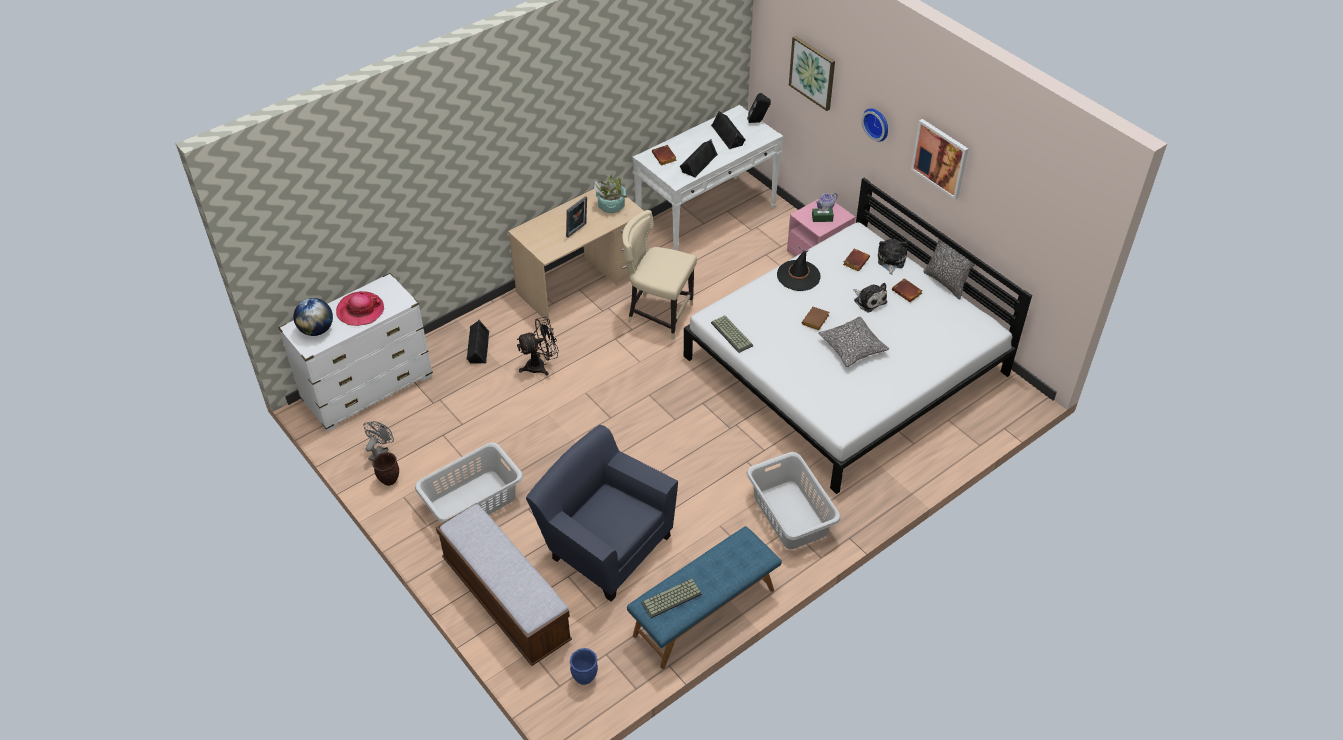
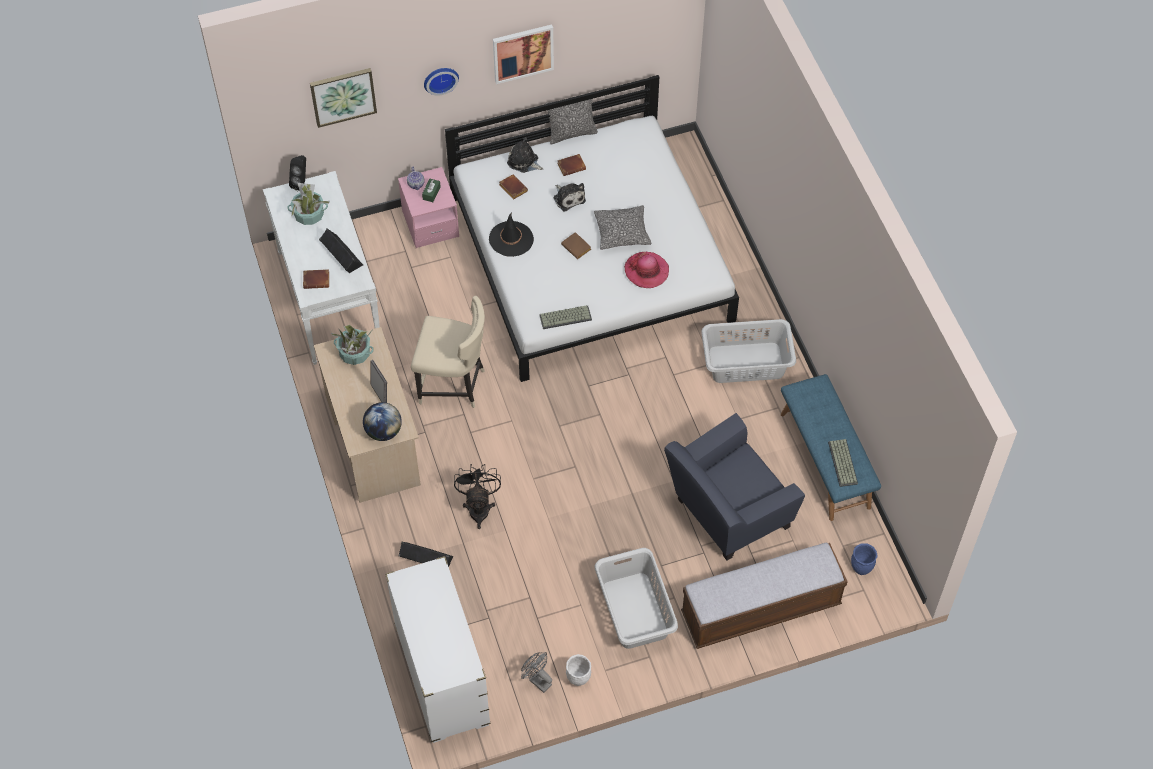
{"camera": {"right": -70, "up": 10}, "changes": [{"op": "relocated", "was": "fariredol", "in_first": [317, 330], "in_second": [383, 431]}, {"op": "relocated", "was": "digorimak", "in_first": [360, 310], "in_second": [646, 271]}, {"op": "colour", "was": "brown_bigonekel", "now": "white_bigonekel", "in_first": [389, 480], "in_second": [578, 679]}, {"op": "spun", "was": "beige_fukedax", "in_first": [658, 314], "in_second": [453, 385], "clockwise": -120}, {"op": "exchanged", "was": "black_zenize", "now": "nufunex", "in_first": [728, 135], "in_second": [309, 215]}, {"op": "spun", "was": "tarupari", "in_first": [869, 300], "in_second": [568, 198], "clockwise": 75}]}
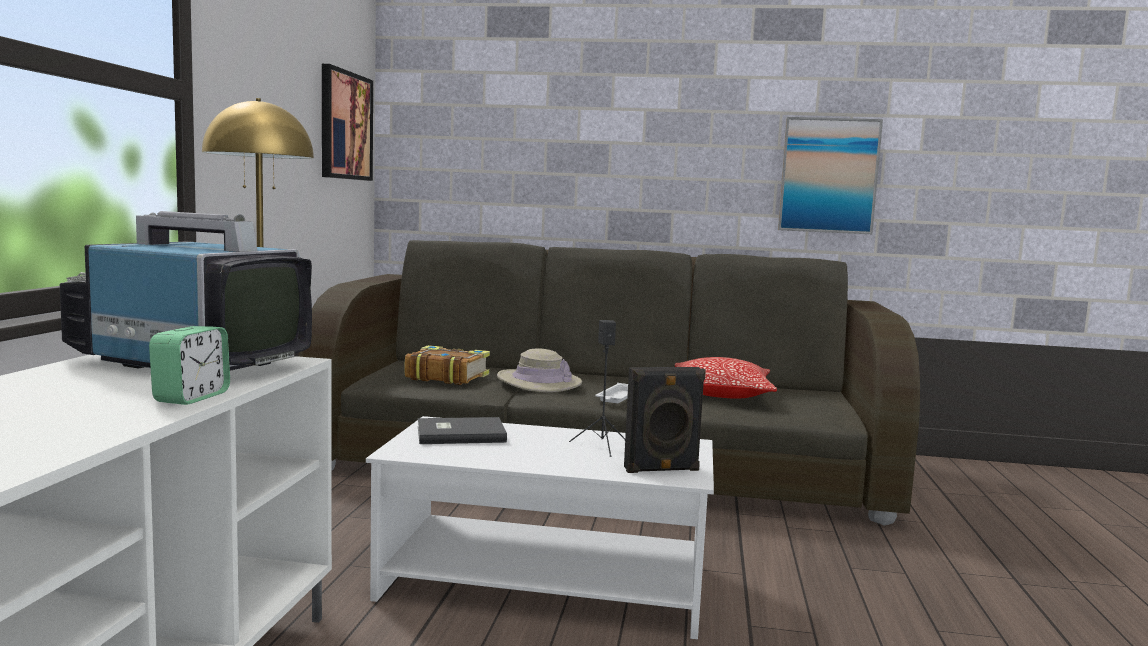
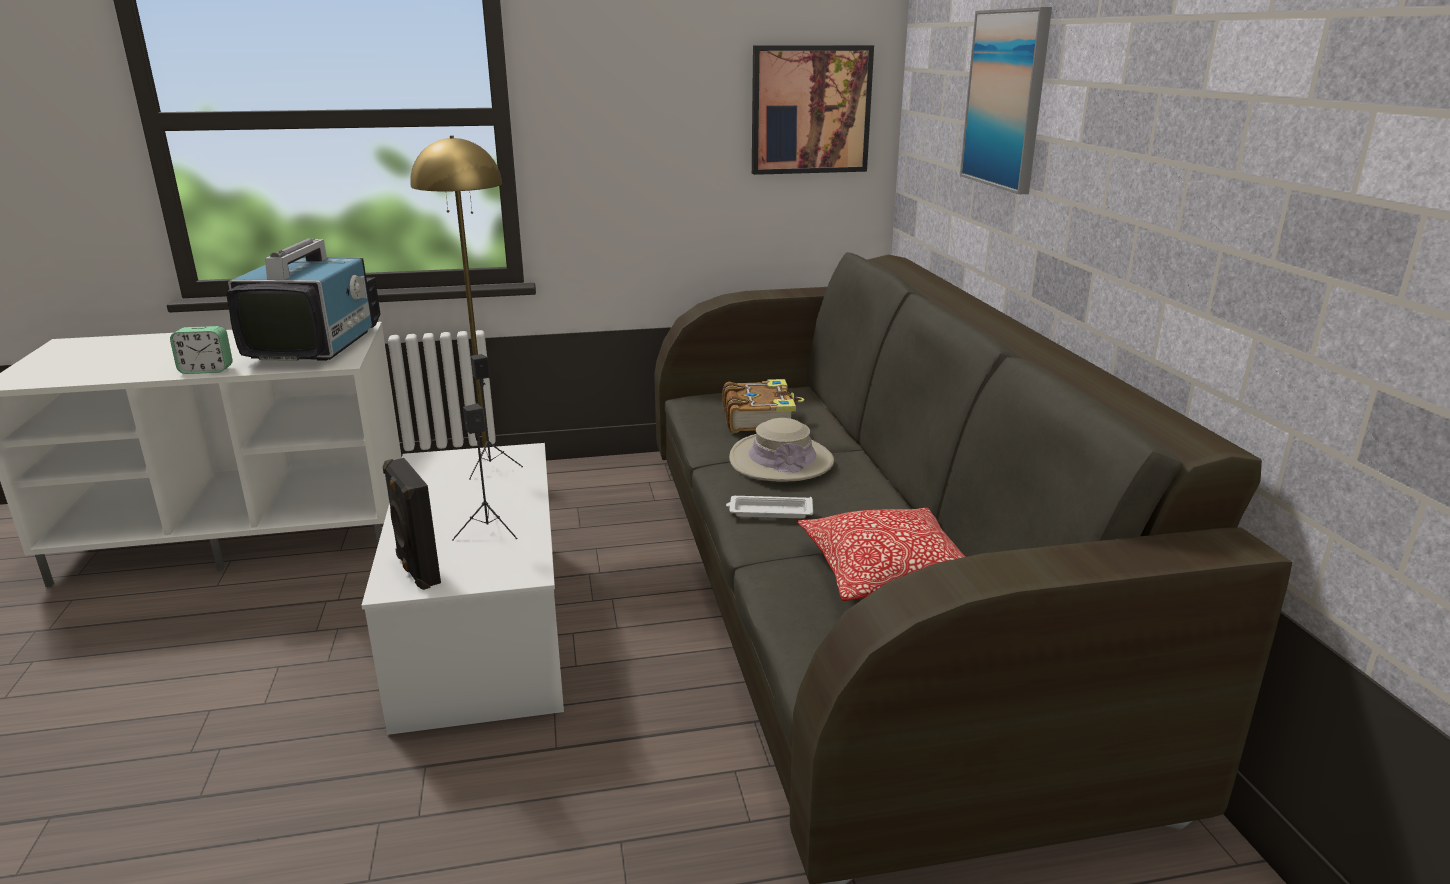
{"camera": {"right": 70, "up": 15}, "changes": [{"op": "exchanged", "was": "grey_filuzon", "now": "black_zenize", "in_first": [459, 434], "in_second": [491, 467]}, {"op": "relocated", "was": "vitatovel", "in_first": [828, 175], "in_second": [1006, 99]}]}
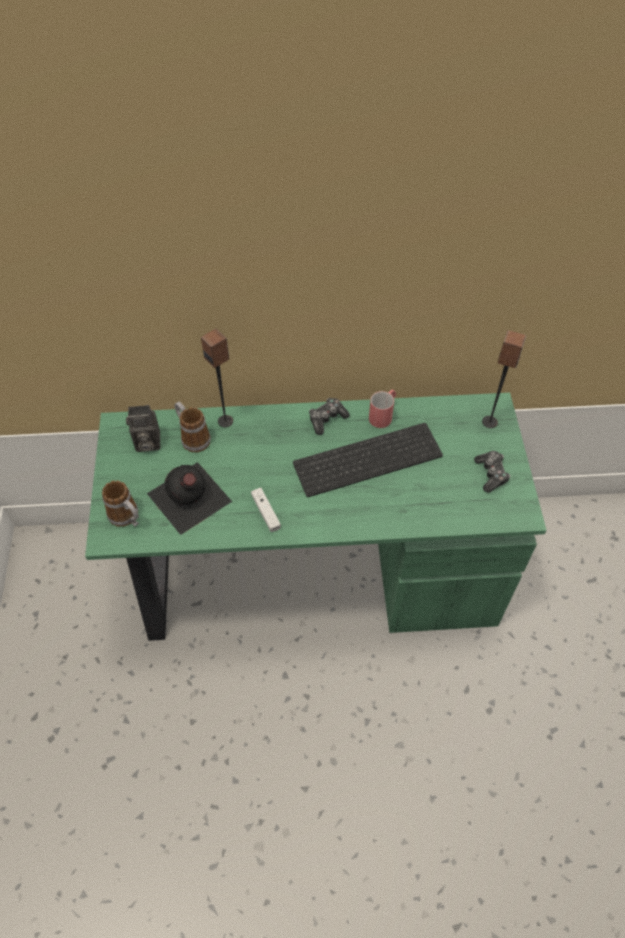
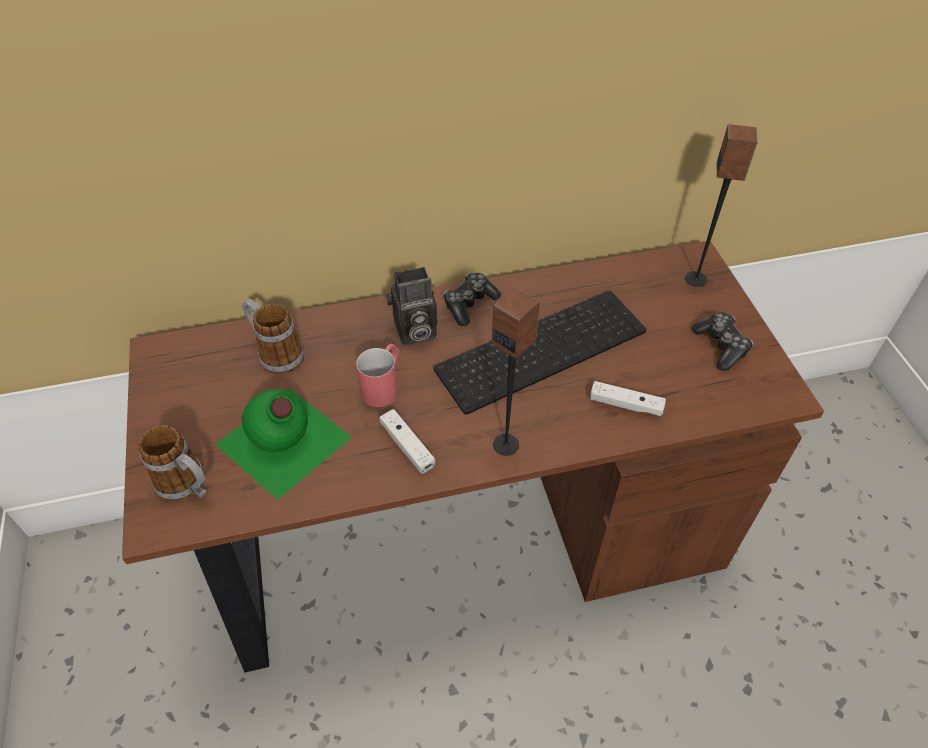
{"camera": {"right": -10, "up": -5}, "changes": [{"op": "colour", "was": "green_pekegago", "now": "brown_pekegago", "in_first": [312, 575], "in_second": [463, 539]}, {"op": "relocated", "was": "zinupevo", "in_first": [146, 443], "in_second": [413, 332]}, {"op": "colour", "was": "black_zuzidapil", "now": "green_zuzidapil", "in_first": [189, 498], "in_second": [283, 442]}, {"op": "relocated", "was": "zenize", "in_first": [225, 421], "in_second": [506, 444]}, {"op": "relocated", "was": "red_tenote", "in_first": [383, 415], "in_second": [384, 385]}, {"op": "appeared", "now": "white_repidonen", "in_second": [625, 404]}]}
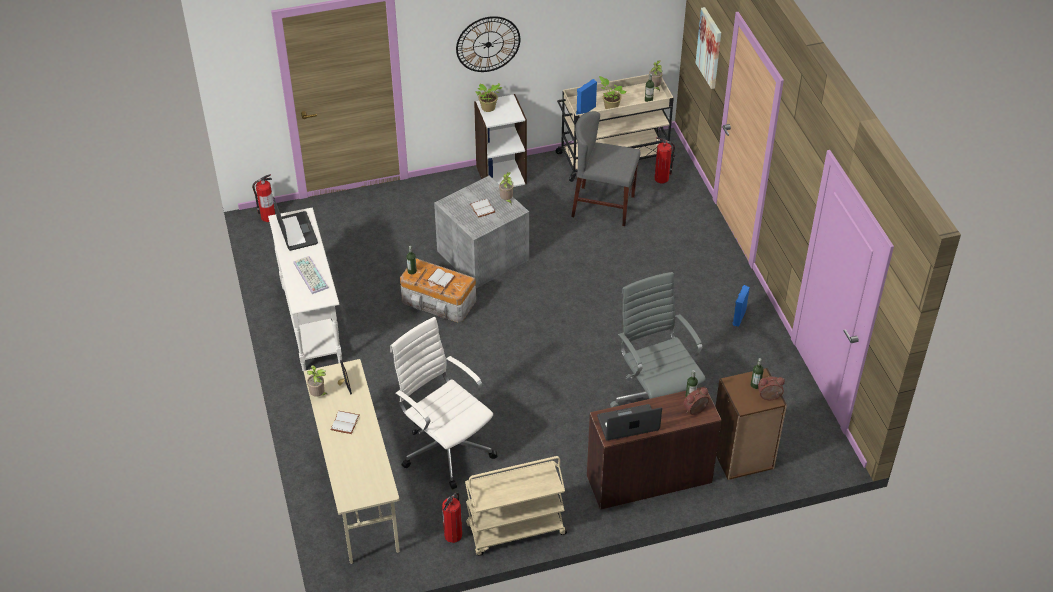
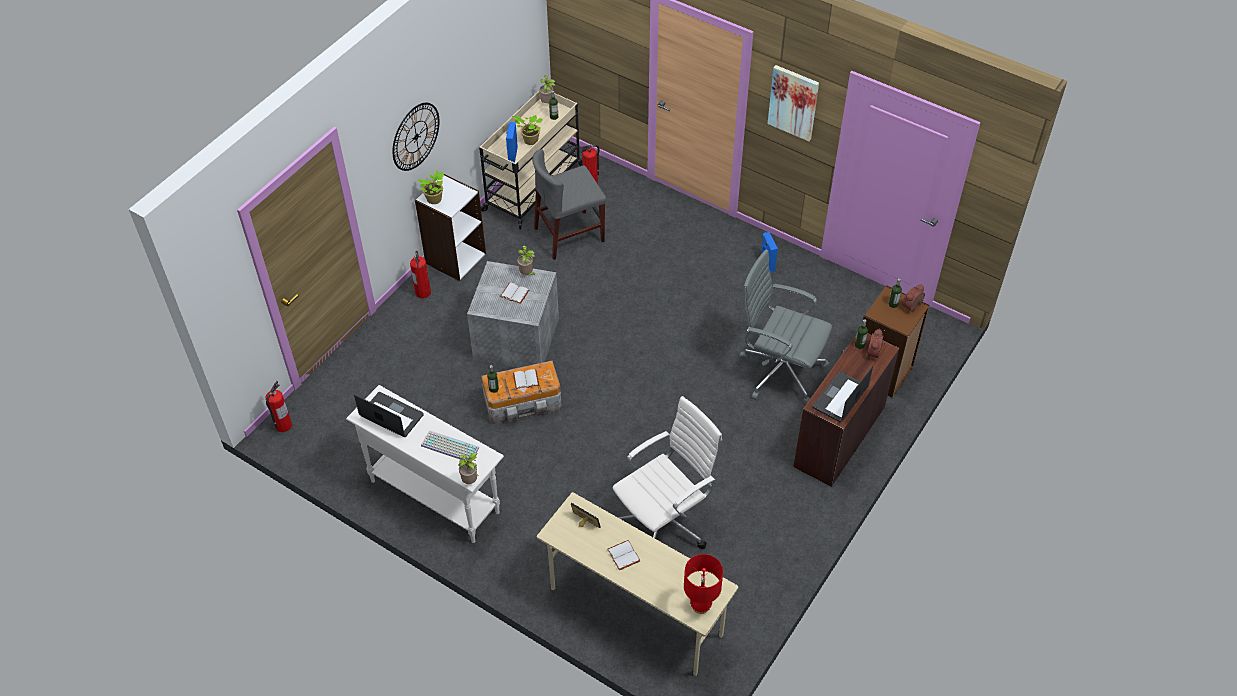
{"camera": {"right": -40, "up": 5}, "changes": [{"op": "relocated", "was": "nufunex", "in_first": [318, 395], "in_second": [471, 481]}, {"op": "spun", "was": "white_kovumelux", "in_first": [446, 447], "in_second": [664, 522], "clockwise": 135}, {"op": "relocated", "was": "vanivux", "in_first": [453, 534], "in_second": [423, 292]}, {"op": "missing", "was": "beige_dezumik", "in_first": [515, 530]}, {"op": "relocated", "was": "vitatovel", "in_first": [710, 48], "in_second": [793, 102]}, {"op": "appeared", "now": "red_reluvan", "in_second": [701, 606]}]}
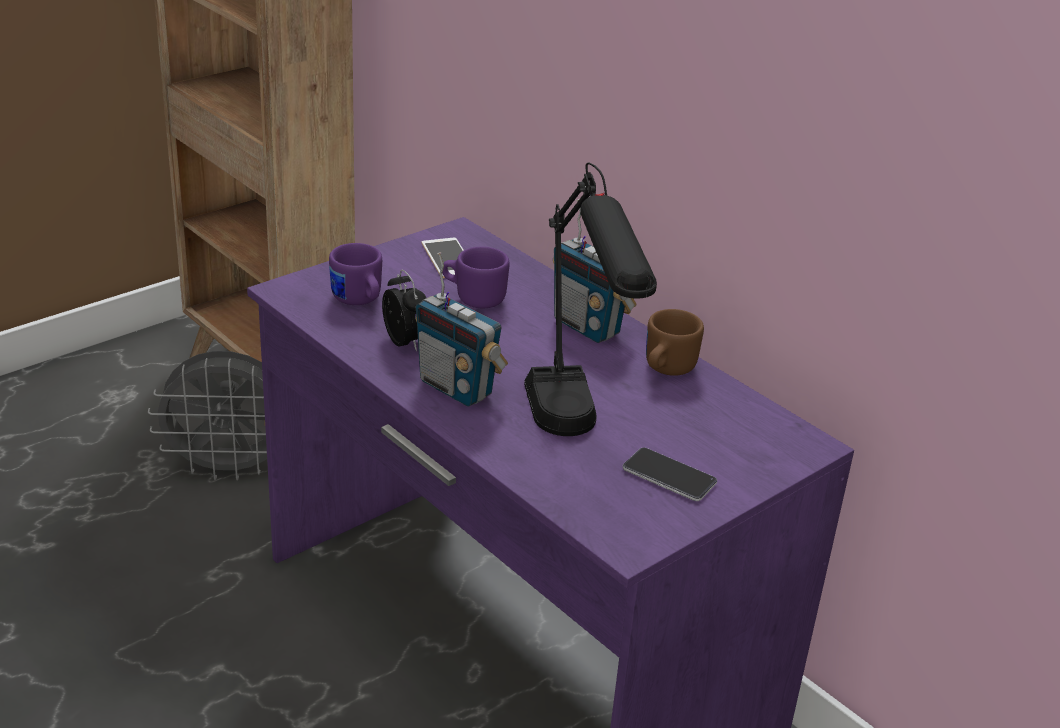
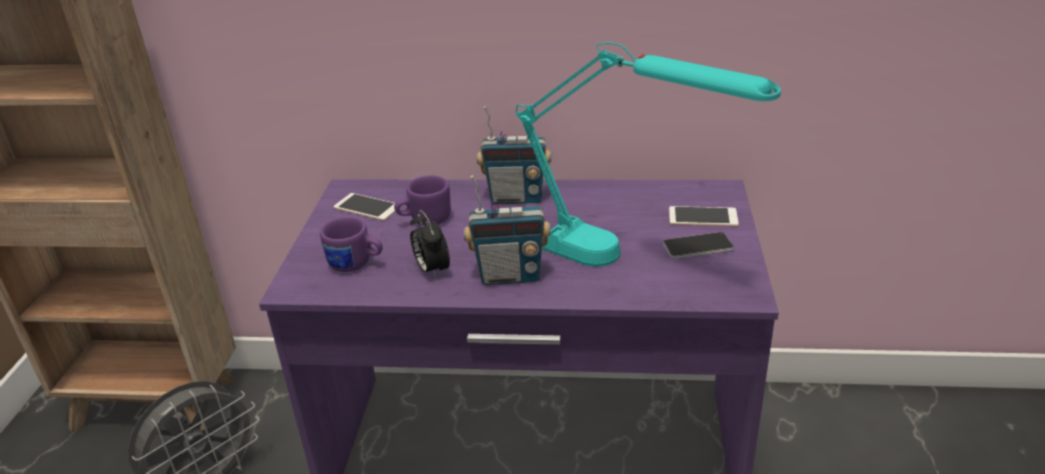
{"camera": {"right": -40, "up": 0}, "changes": [{"op": "spun", "was": "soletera", "in_first": [406, 342], "in_second": [431, 270], "clockwise": -135}, {"op": "colour", "was": "black_reluvan", "now": "turquoise_reluvan", "in_first": [573, 446], "in_second": [627, 264]}, {"op": "missing", "was": "brown_tenote", "in_first": [665, 369]}, {"op": "appeared", "now": "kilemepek", "in_second": [703, 217]}]}
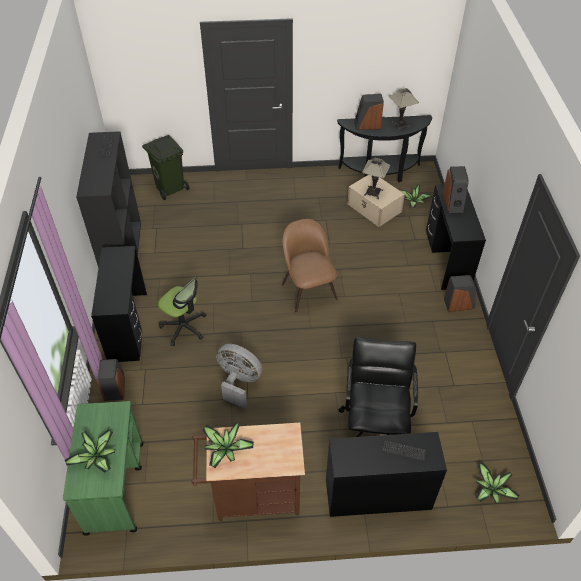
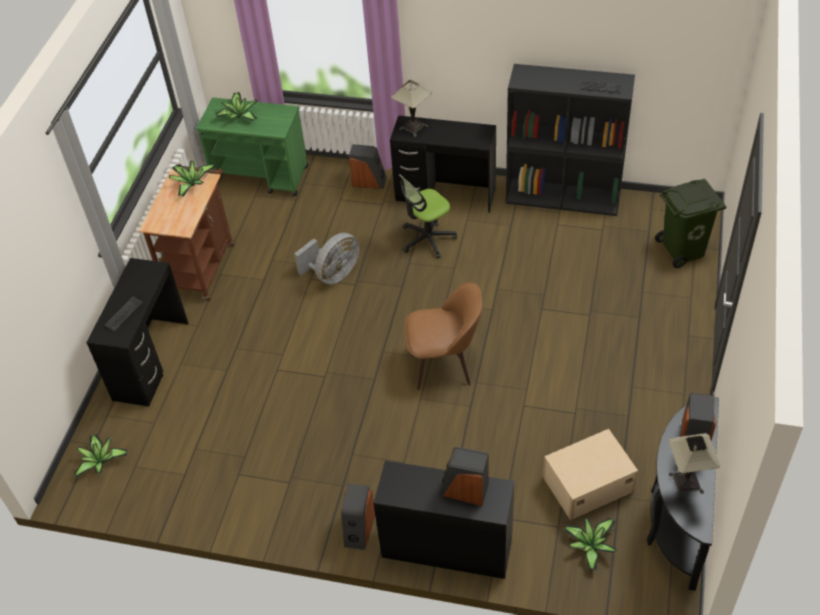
{"camera": {"right": 110, "up": 0}, "changes": [{"op": "missing", "was": "black_kovumelux", "in_first": [374, 422]}, {"op": "relocated", "was": "reluvan", "in_first": [373, 192], "in_second": [413, 127]}]}
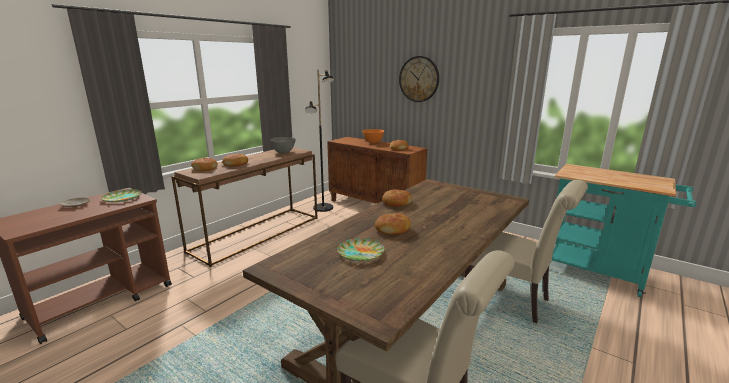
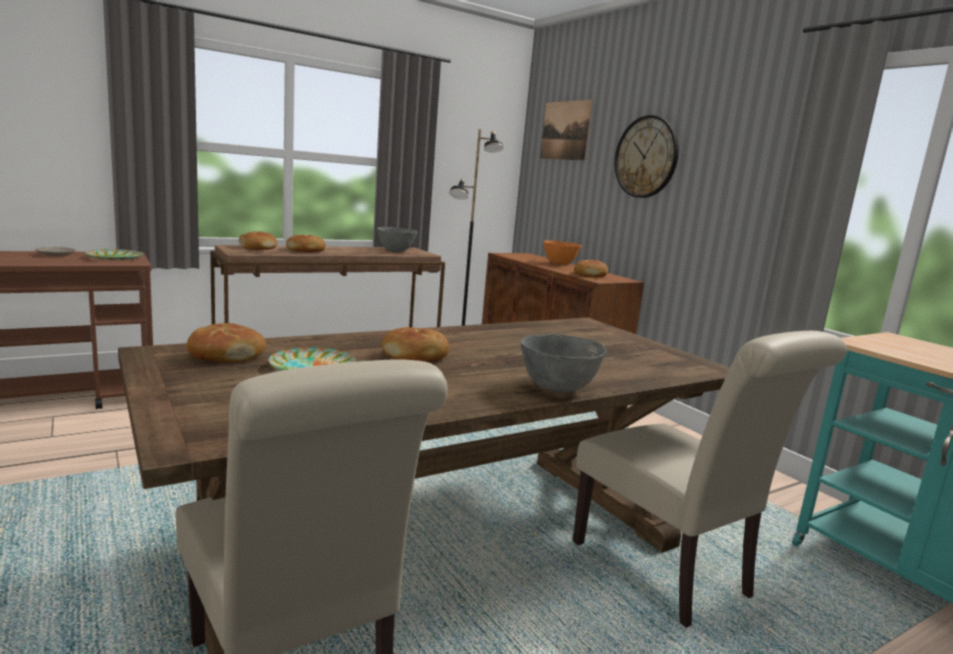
{"camera": {"right": 20, "up": -5}, "changes": [{"op": "relocated", "was": "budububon", "in_first": [396, 203], "in_second": [225, 355]}, {"op": "appeared", "now": "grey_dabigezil", "in_second": [557, 389]}, {"op": "appeared", "now": "vitatovel", "in_second": [565, 130]}]}
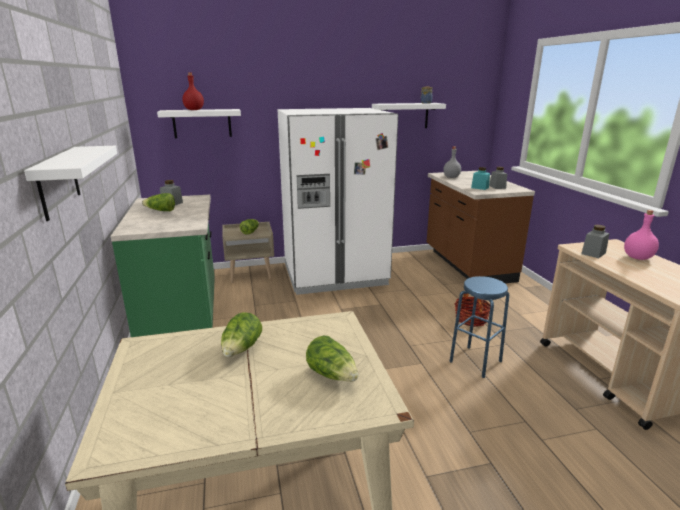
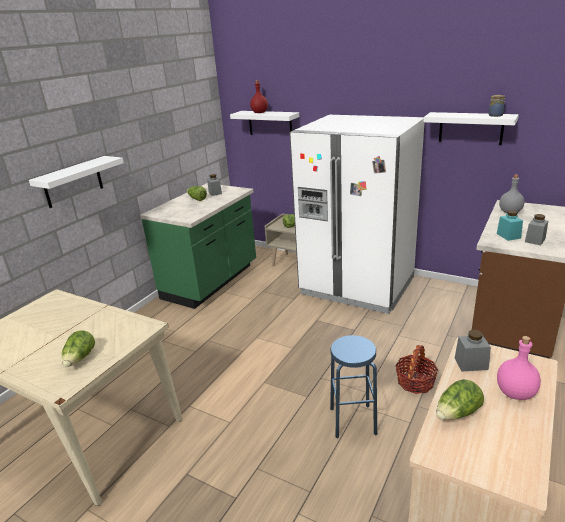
{"camera": {"right": 45, "up": 5}, "changes": [{"op": "relocated", "was": "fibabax", "in_first": [241, 349], "in_second": [457, 413]}]}
